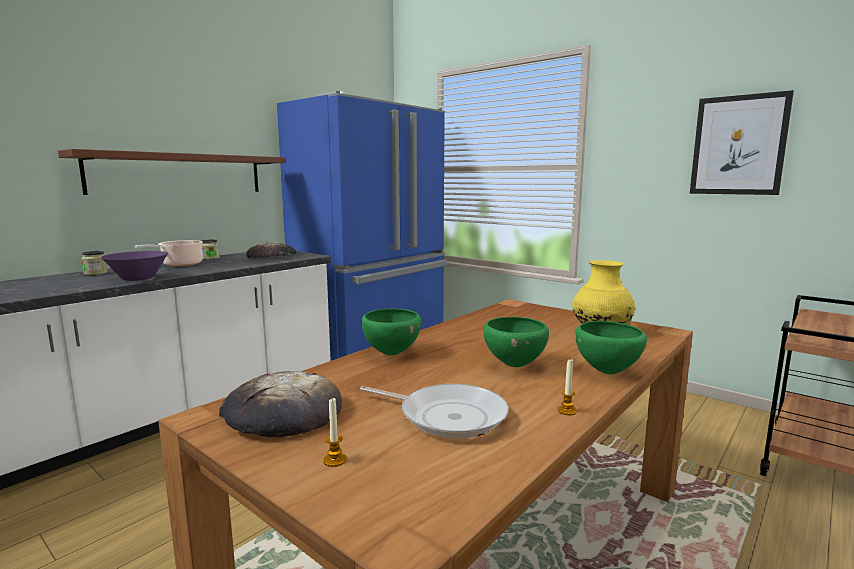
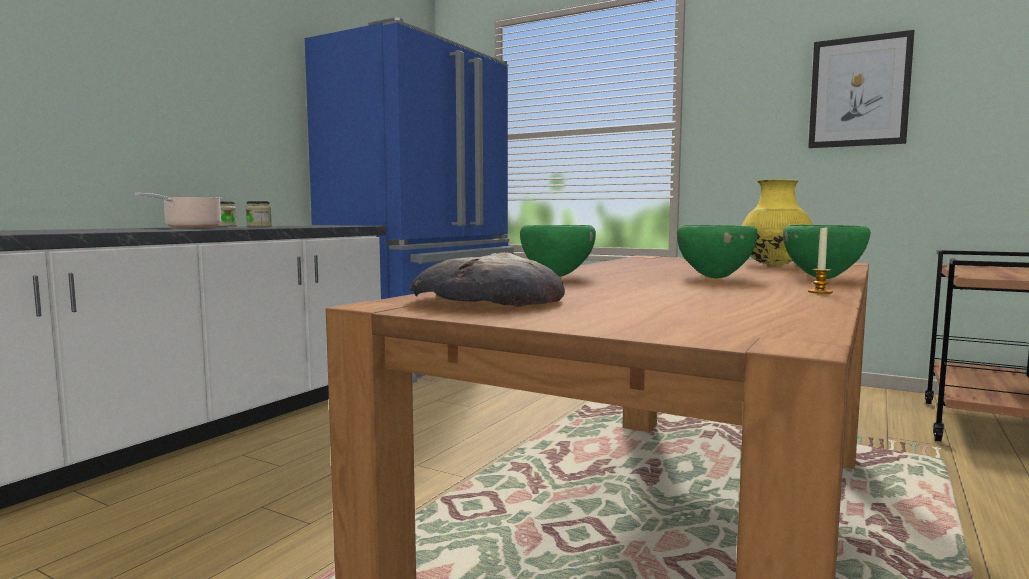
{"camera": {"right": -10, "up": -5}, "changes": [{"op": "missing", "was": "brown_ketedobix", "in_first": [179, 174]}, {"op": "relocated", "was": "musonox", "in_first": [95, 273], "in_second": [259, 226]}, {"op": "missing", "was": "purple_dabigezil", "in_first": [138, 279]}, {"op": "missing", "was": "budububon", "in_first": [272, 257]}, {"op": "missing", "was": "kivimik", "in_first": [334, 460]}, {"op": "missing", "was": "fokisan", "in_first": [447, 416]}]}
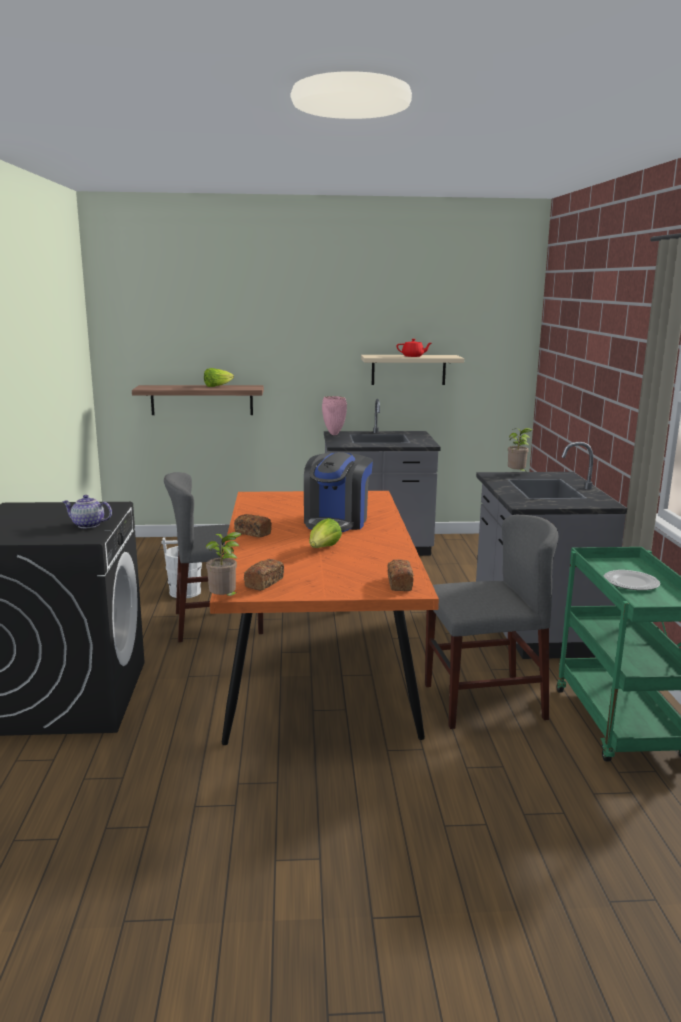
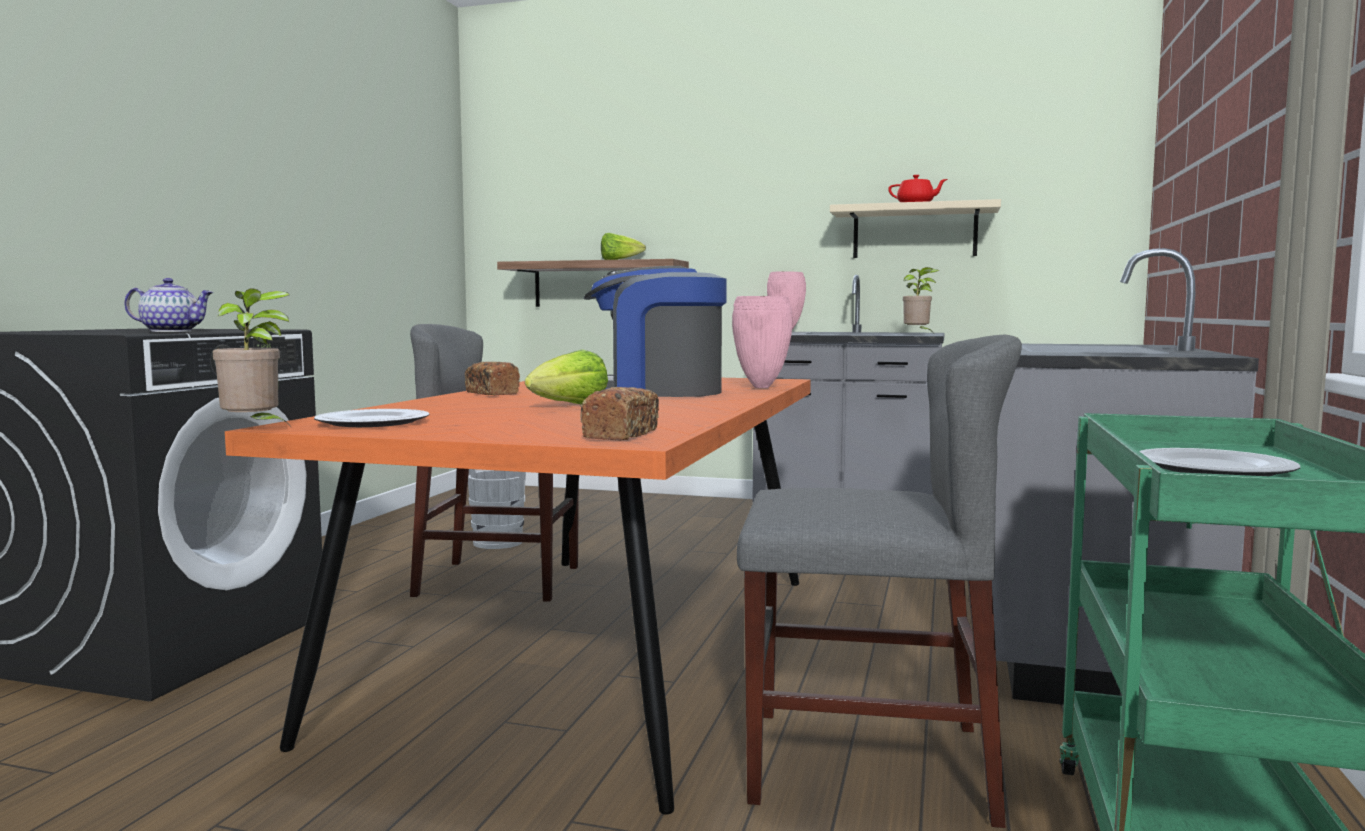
{"camera": {"right": 20, "up": -10}, "changes": [{"op": "spun", "was": "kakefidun", "in_first": [87, 525], "in_second": [172, 331], "clockwise": 150}, {"op": "exchanged", "was": "budububon", "now": "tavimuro", "in_first": [264, 583], "in_second": [373, 422]}, {"op": "spun", "was": "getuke", "in_first": [337, 521], "in_second": [656, 392], "clockwise": 60}, {"op": "relocated", "was": "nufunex", "in_first": [517, 474], "in_second": [918, 334]}, {"op": "appeared", "now": "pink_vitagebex", "in_second": [762, 387]}]}
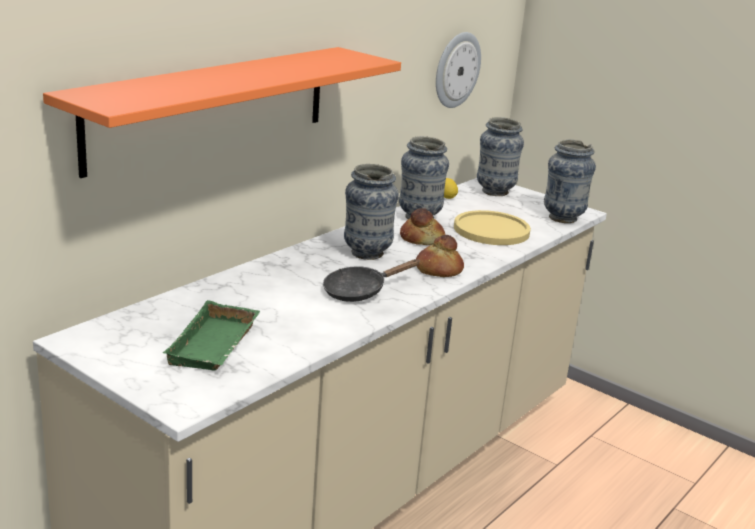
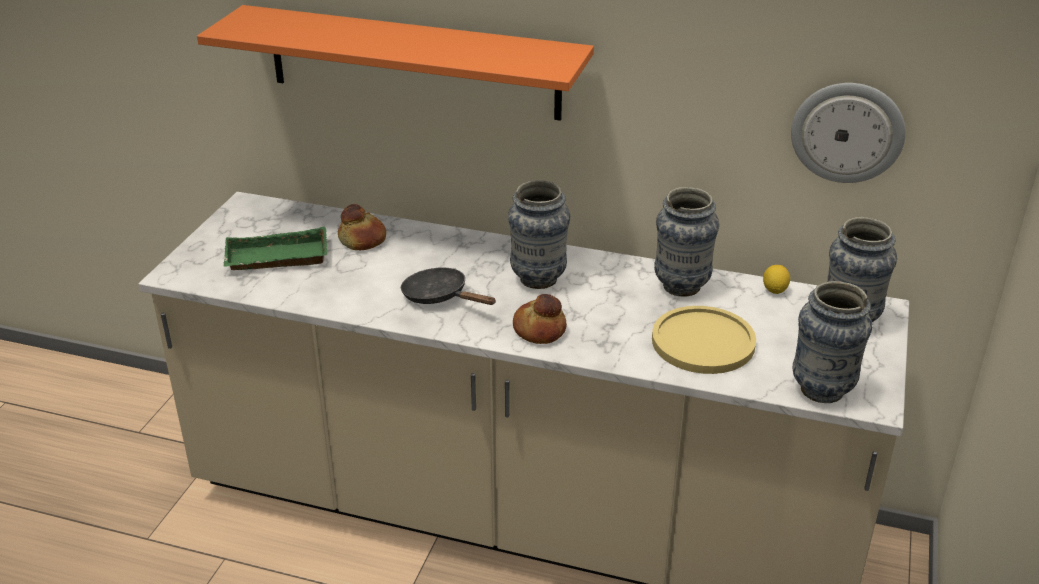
{"camera": {"right": 70, "up": 10}, "changes": [{"op": "relocated", "was": "budububon", "in_first": [422, 239], "in_second": [363, 239]}]}
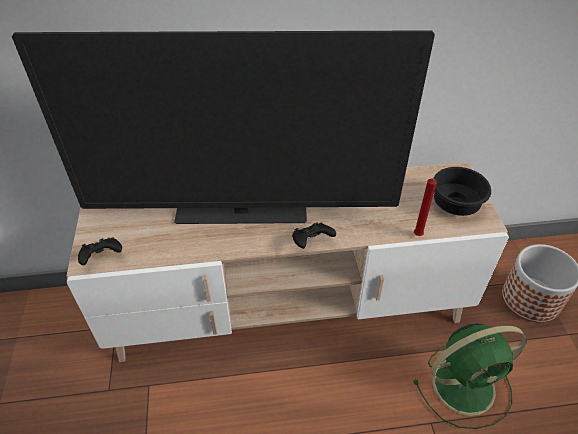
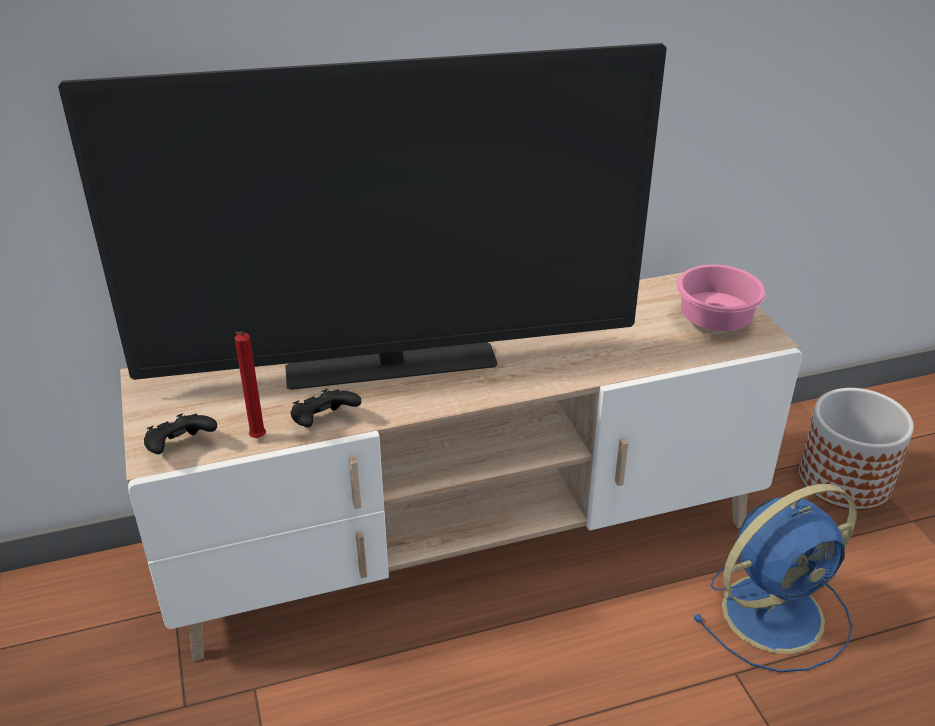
{"camera": {"right": -10, "up": -10}, "changes": [{"op": "relocated", "was": "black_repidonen", "in_first": [311, 242], "in_second": [324, 423]}, {"op": "colour", "was": "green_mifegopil", "now": "blue_mifegopil", "in_first": [466, 385], "in_second": [776, 611]}, {"op": "relocated", "was": "red_kivimik", "in_first": [417, 236], "in_second": [257, 440]}, {"op": "colour", "was": "black_dabigezil", "now": "pink_dabigezil", "in_first": [455, 206], "in_second": [715, 323]}]}
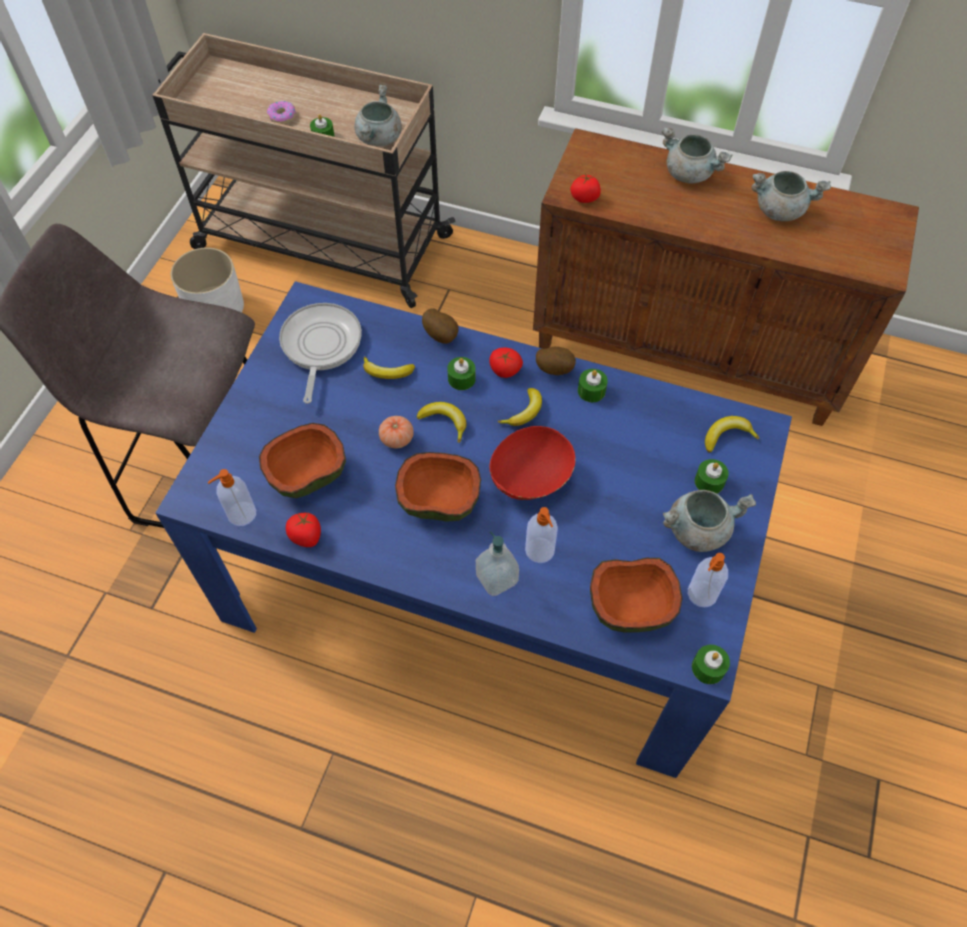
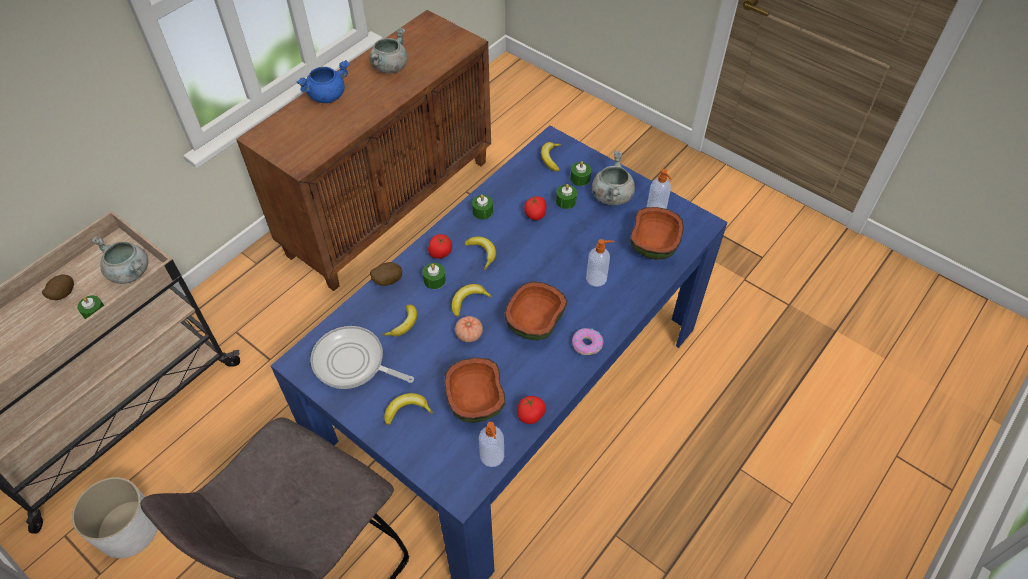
{"camera": {"right": -70, "up": -5}, "changes": [{"op": "relocated", "was": "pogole", "in_first": [282, 116], "in_second": [587, 344]}, {"op": "missing", "was": "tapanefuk", "in_first": [497, 578]}, {"op": "missing", "was": "red_dabigezil", "in_first": [531, 479]}, {"op": "relocated", "was": "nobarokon", "in_first": [554, 369], "in_second": [63, 295]}, {"op": "relocated", "was": "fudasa", "in_first": [585, 198], "in_second": [535, 215]}, {"op": "colour", "was": "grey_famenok", "now": "blue_famenok", "in_first": [690, 173], "in_second": [327, 95]}, {"op": "relocated", "was": "green_kivimik", "in_first": [708, 668], "in_second": [566, 201]}, {"op": "appeared", "now": "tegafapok", "in_second": [407, 410]}]}
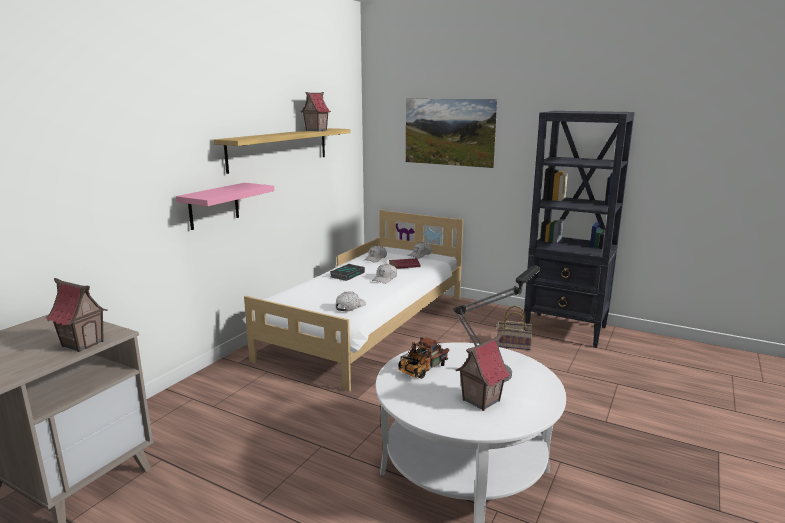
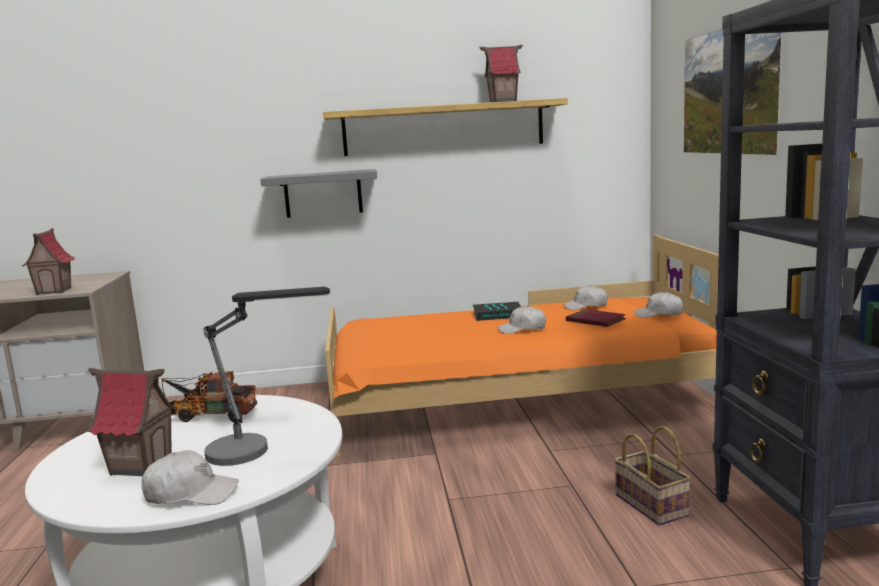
{"camera": {"right": 55, "up": -5}, "changes": [{"op": "colour", "was": "pink_ketedobix", "now": "grey_ketedobix", "in_first": [214, 206], "in_second": [323, 193]}, {"op": "colour", "was": "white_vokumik", "now": "orange_vokumik", "in_first": [369, 327], "in_second": [516, 403]}, {"op": "relocated", "was": "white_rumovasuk", "in_first": [350, 307], "in_second": [191, 494]}]}
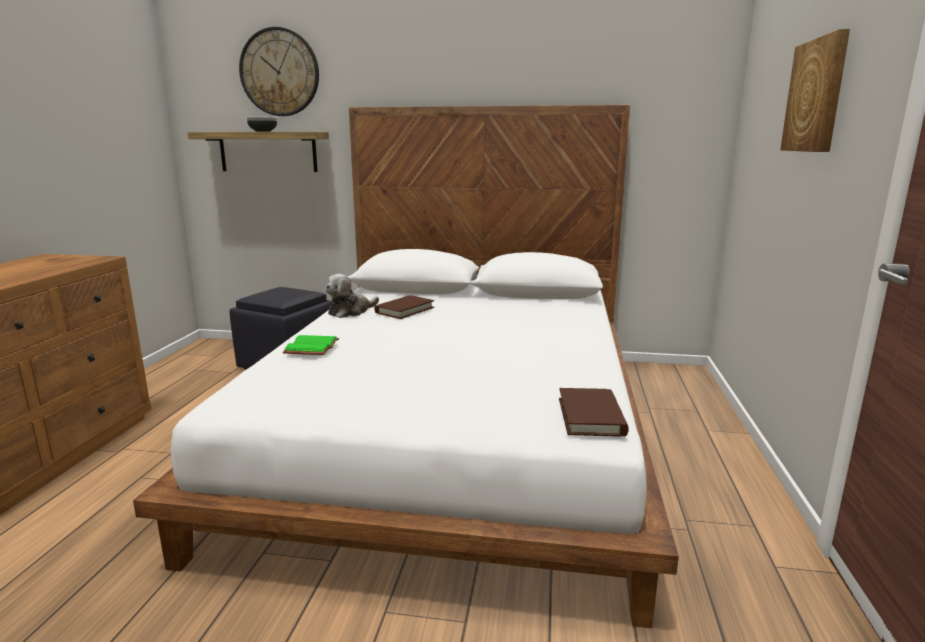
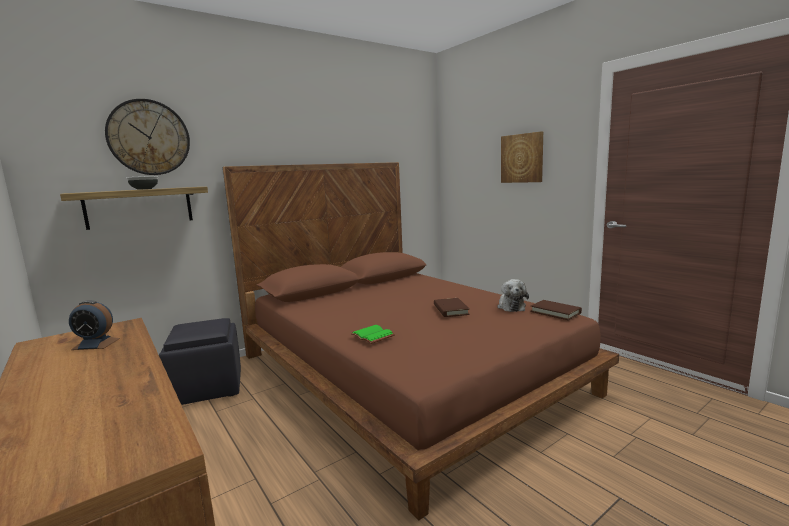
{"camera": {"right": -45, "up": -5}, "changes": [{"op": "colour", "was": "white_vokumik", "now": "brown_vokumik", "in_first": [455, 433], "in_second": [406, 373]}, {"op": "relocated", "was": "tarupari", "in_first": [350, 311], "in_second": [511, 306]}, {"op": "relocated", "was": "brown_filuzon", "in_first": [404, 310], "in_second": [450, 310]}, {"op": "appeared", "now": "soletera", "in_second": [96, 344]}]}
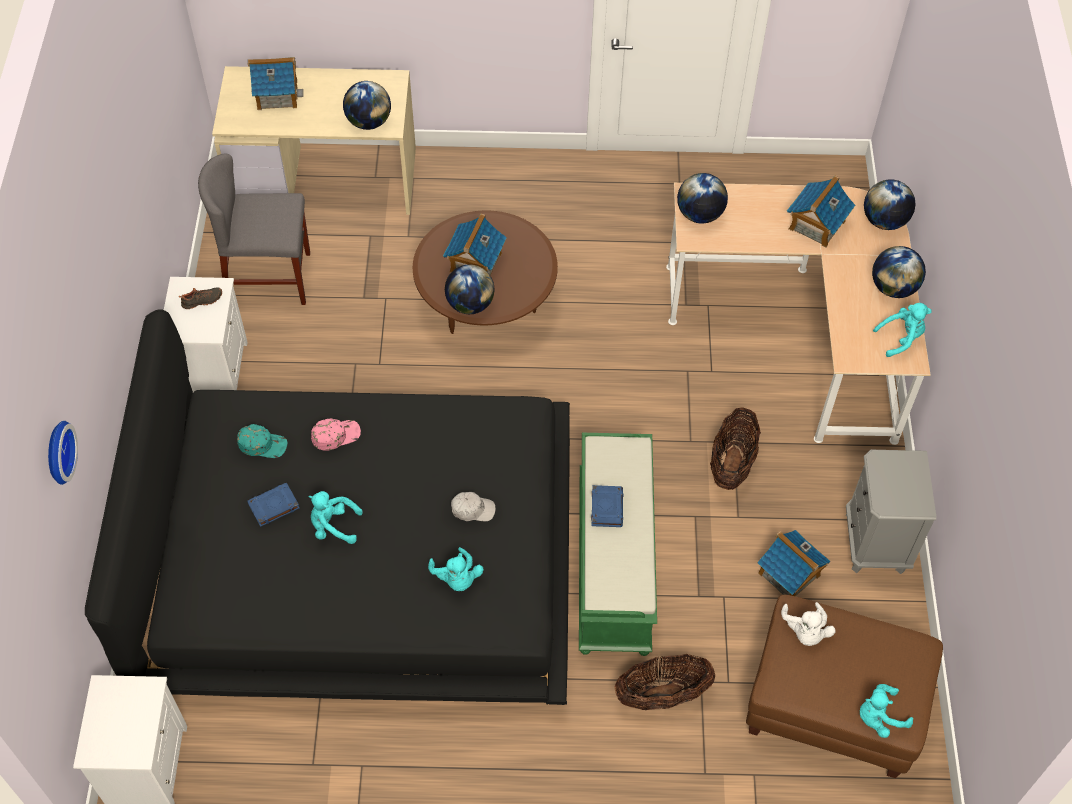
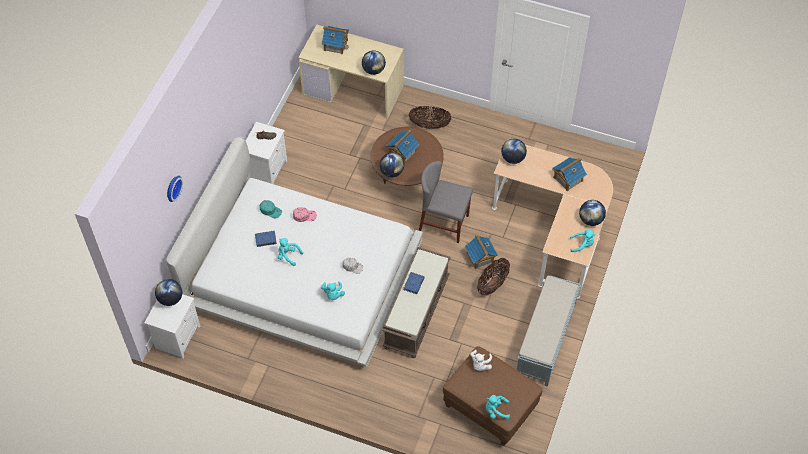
{"camera": {"right": 20, "up": 0}, "changes": [{"op": "colour", "was": "black_vokumik", "now": "white_vokumik", "in_first": [359, 556], "in_second": [301, 275]}, {"op": "relocated", "was": "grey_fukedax", "in_first": [268, 278], "in_second": [444, 223]}, {"op": "colour", "was": "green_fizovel", "now": "brown_fizovel", "in_first": [612, 561], "in_second": [416, 312]}, {"op": "relocated", "was": "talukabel", "in_first": [662, 694], "in_second": [429, 125]}, {"op": "relocated", "was": "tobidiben", "in_first": [789, 575], "in_second": [480, 257]}, {"op": "exchanged", "was": "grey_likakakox", "now": "grey_fizovel", "in_first": [876, 542], "in_second": [545, 341]}, {"op": "relocated", "was": "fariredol", "in_first": [884, 221], "in_second": [170, 299]}]}
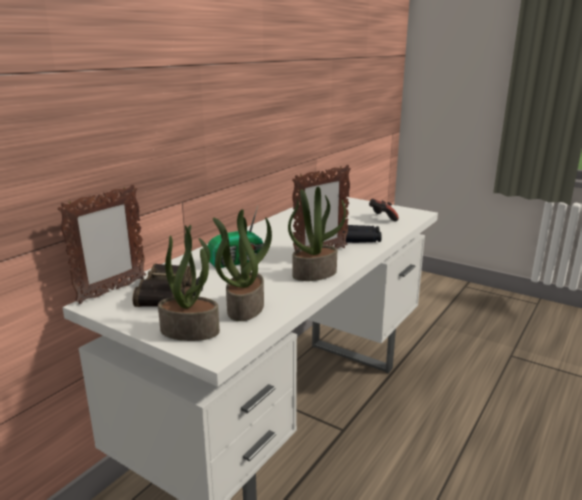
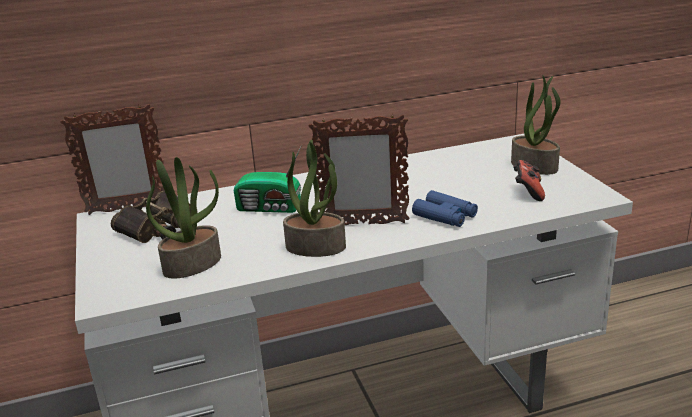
{"camera": {"right": 40, "up": 5}, "changes": [{"op": "relocated", "was": "nufunex", "in_first": [191, 330], "in_second": [535, 166]}, {"op": "colour", "was": "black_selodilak", "now": "blue_selodilak", "in_first": [360, 239], "in_second": [445, 216]}]}
